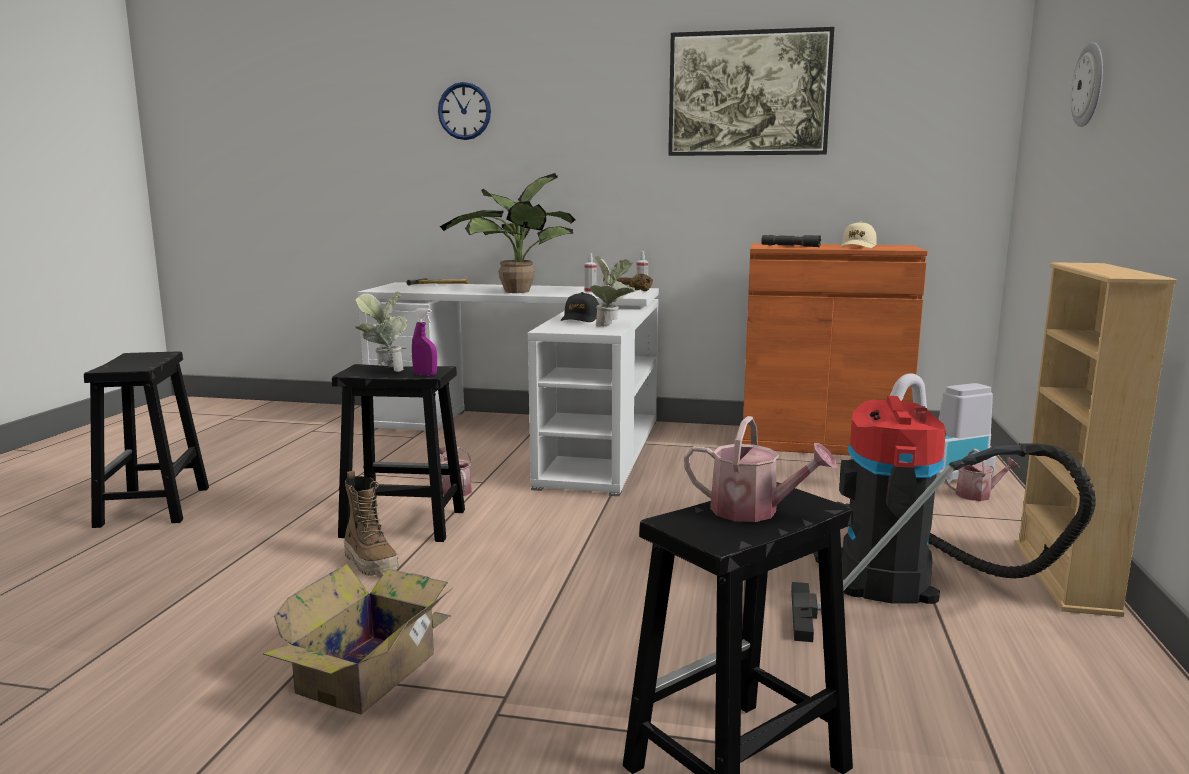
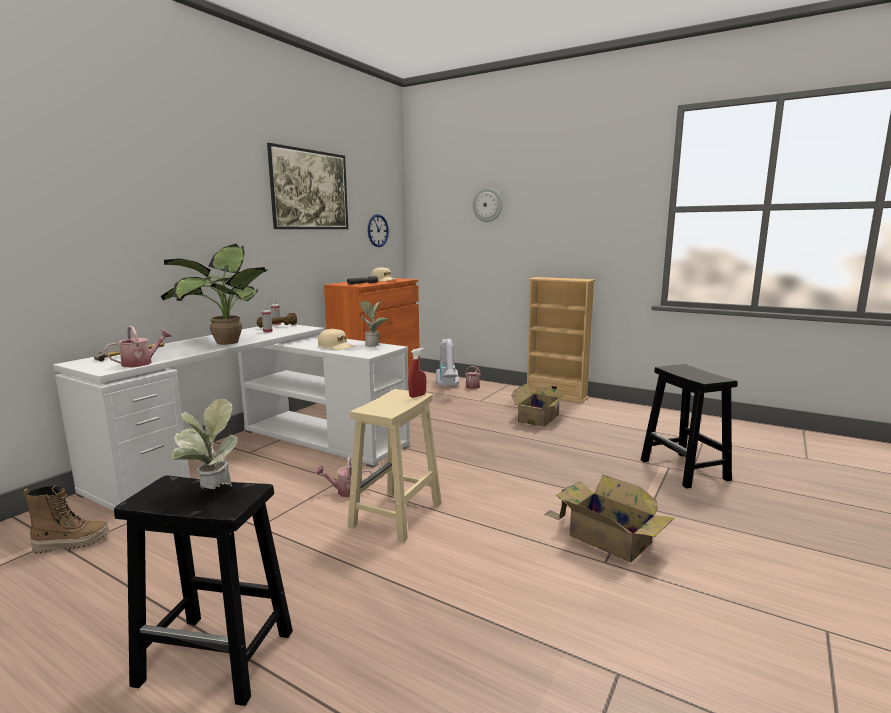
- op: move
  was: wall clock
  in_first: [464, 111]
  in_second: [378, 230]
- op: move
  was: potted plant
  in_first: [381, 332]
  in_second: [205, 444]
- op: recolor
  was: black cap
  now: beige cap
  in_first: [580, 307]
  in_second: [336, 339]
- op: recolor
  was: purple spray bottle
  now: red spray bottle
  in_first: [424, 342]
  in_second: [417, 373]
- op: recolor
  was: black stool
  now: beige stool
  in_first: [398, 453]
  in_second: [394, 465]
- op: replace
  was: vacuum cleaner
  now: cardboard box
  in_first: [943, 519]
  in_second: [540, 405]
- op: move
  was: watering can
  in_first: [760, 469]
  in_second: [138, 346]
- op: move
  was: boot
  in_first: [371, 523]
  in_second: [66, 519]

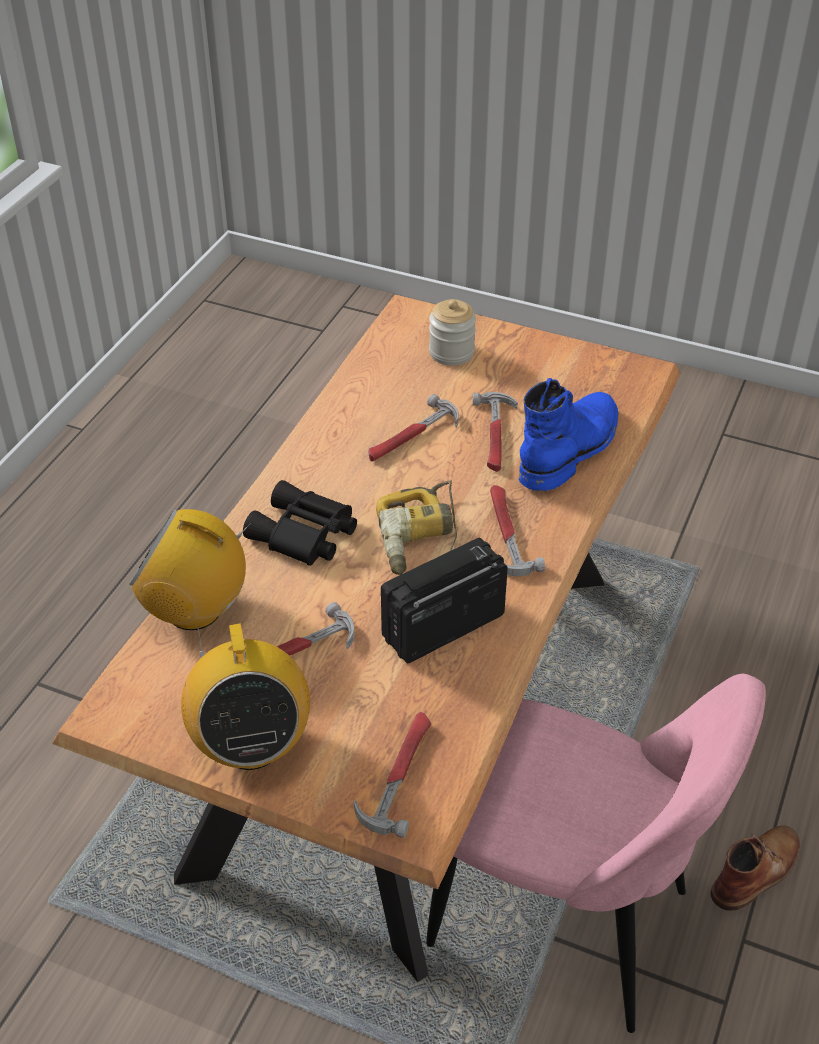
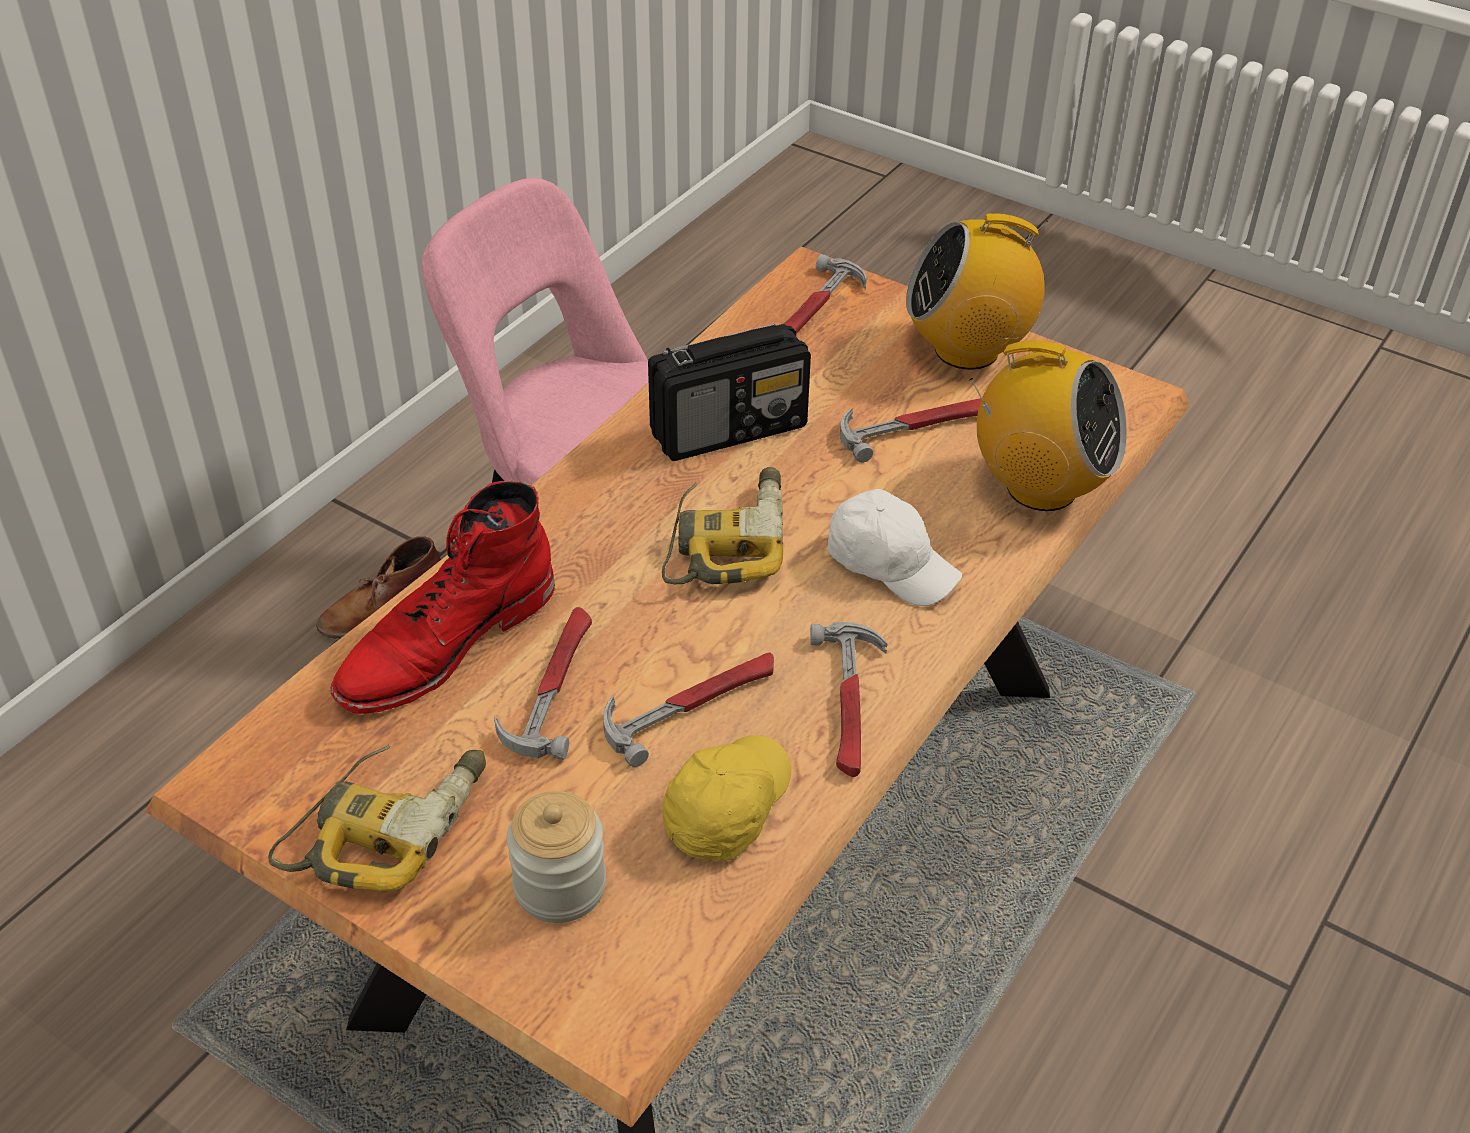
- op: recolor
  was: blue boot
  now: red boot
  in_first: [568, 434]
  in_second: [442, 597]
- op: replace
  was: black binoculars
  now: white cap
  in_first: [300, 523]
  in_second: [895, 547]
- op: move
  was: hammer
  in_first: [517, 530]
  in_second: [848, 699]
- op: rotate
  was: radio
  in_first: [245, 697]
  in_second: [977, 291]
  clockwise: -90
- op: insert
  now: yellow cap
  in_second: [726, 798]
- op: insert
  now: power drill
  in_second: [377, 818]

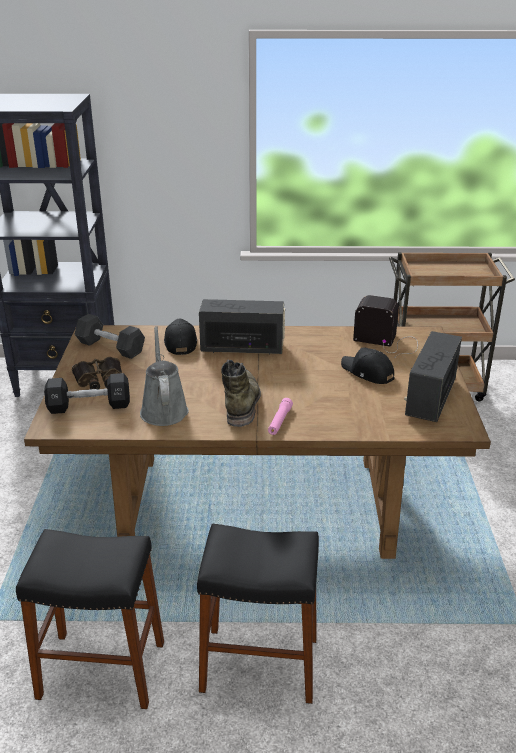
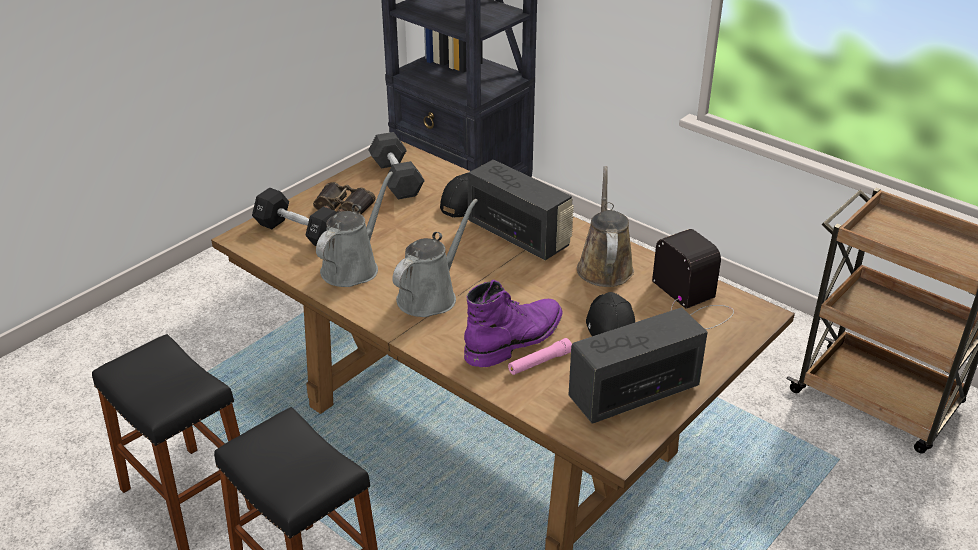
- op: replace
  was: green boot
  now: grey watering can
  in_first: [241, 393]
  in_second: [435, 258]
- op: move
  was: pink flashlight
  in_first: [280, 416]
  in_second: [540, 356]
- op: insert
  now: brown watering can
  in_second: [605, 226]
- op: insert
  now: purple boot
  in_second: [513, 323]

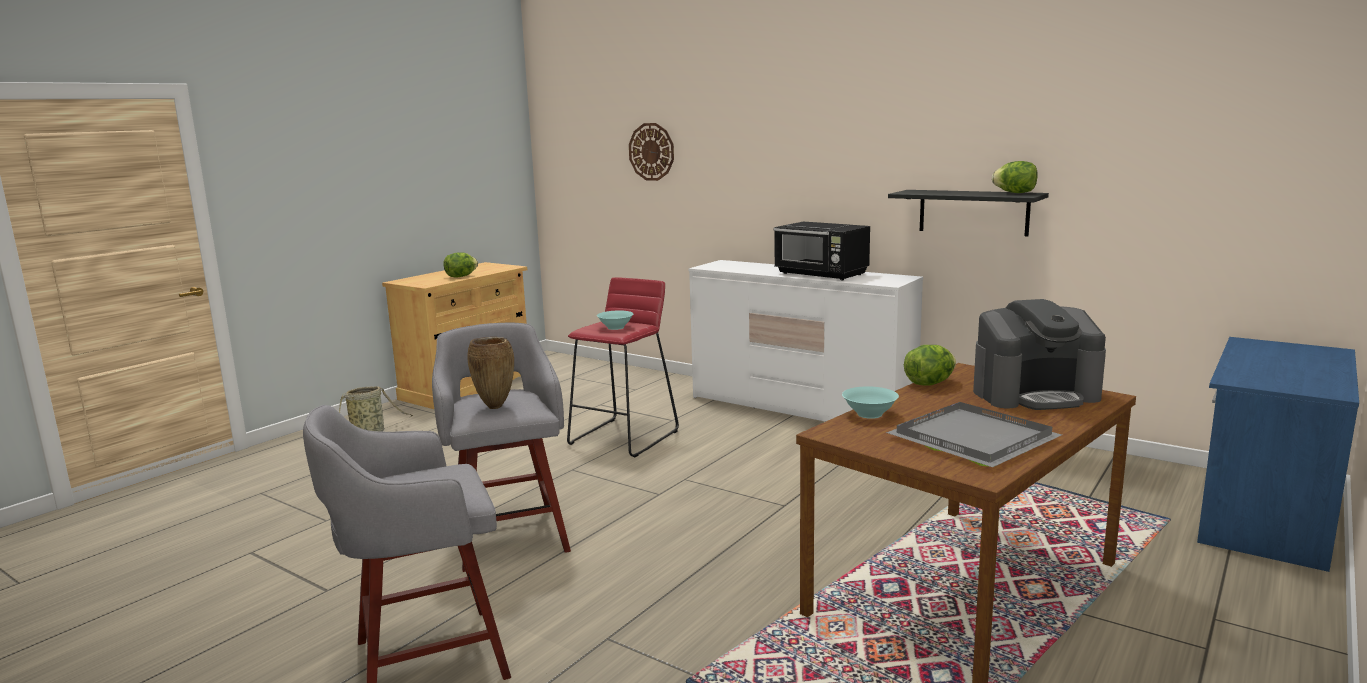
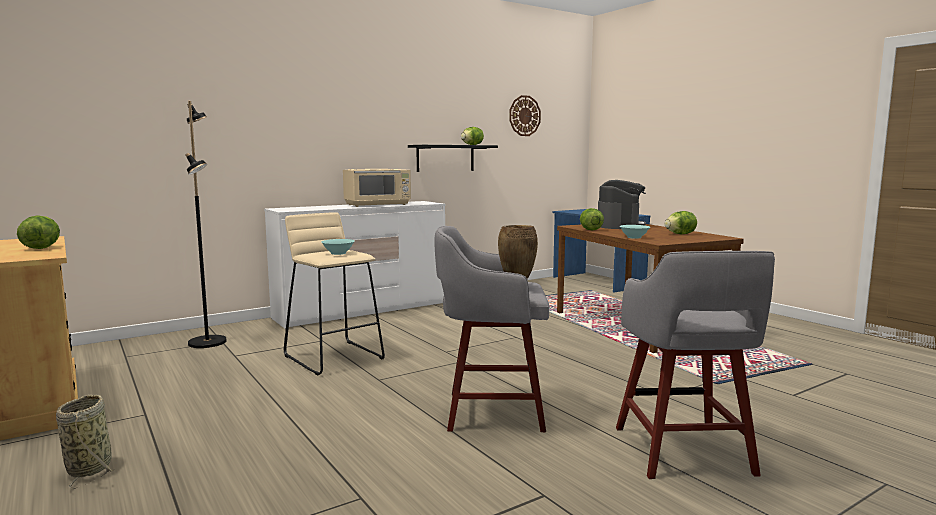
- op: move
  was: wall clock
  in_first: [651, 152]
  in_second: [525, 115]
- op: recolor
  was: black microwave
  now: beige microwave
  in_first: [821, 251]
  in_second: [377, 188]
- op: recolor
  was: red stool
  now: beige stool
  in_first: [623, 367]
  in_second: [334, 293]
- op: replace
  was: grey tray
  now: lettuce
  in_first: [974, 434]
  in_second: [681, 222]
- op: insert
  now: black floor lamp
  in_second: [206, 224]

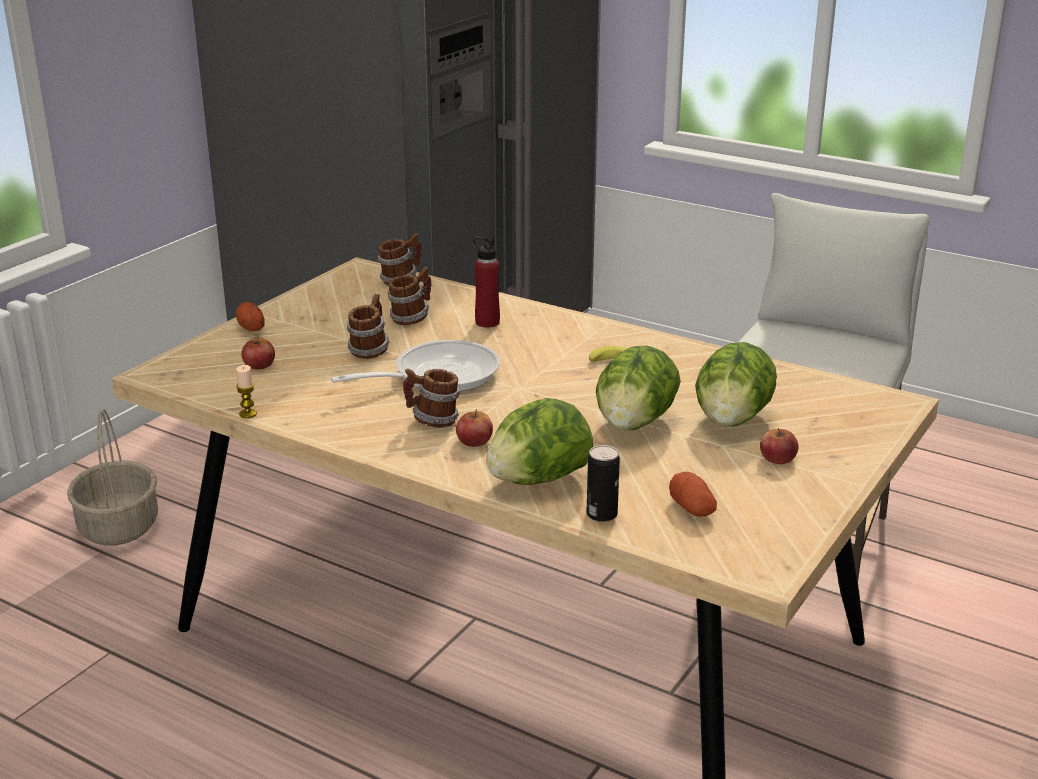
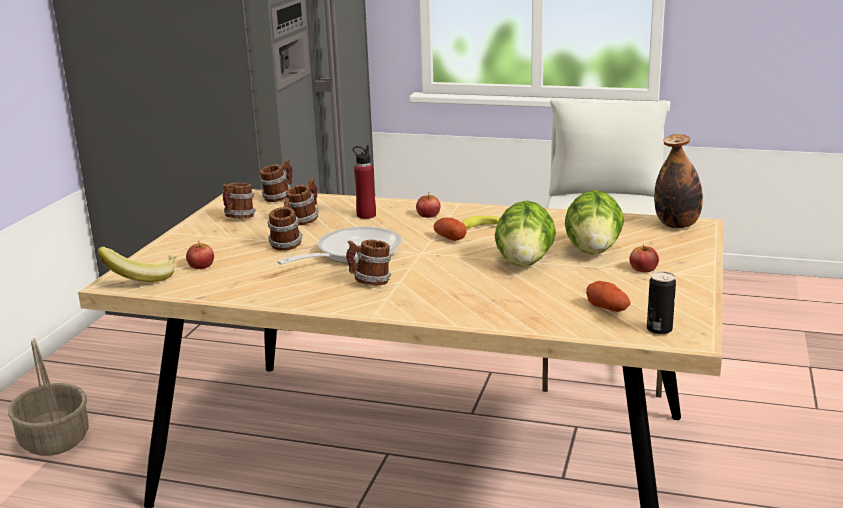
- op: move
  was: potato
  in_first: [250, 316]
  in_second: [450, 229]
- op: delete
  was: candle
  in_first: [246, 391]
- op: delete
  was: lettuce
  in_first: [540, 441]
- op: move
  was: apple
  in_first: [474, 428]
  in_second: [428, 206]
- op: move
  was: can
  in_first: [603, 483]
  in_second: [661, 303]
- op: insert
  now: bottle
  in_second: [678, 181]
- op: insert
  now: mug
  in_second: [239, 200]
- op: insert
  now: banana
  in_second: [137, 264]

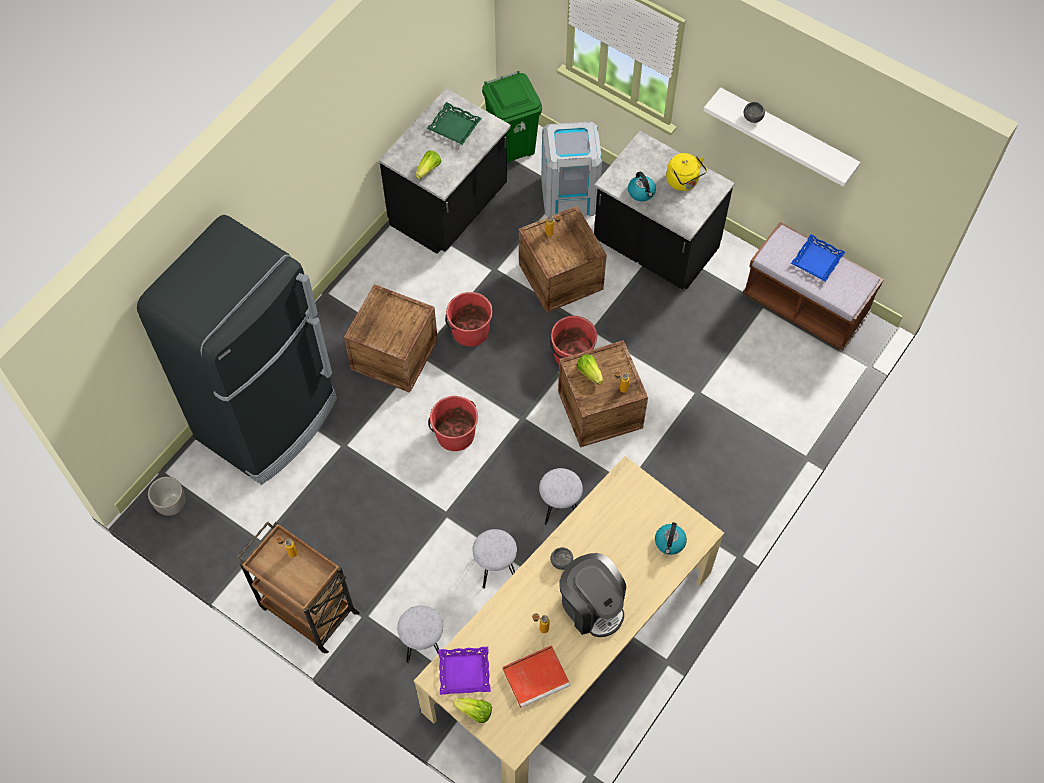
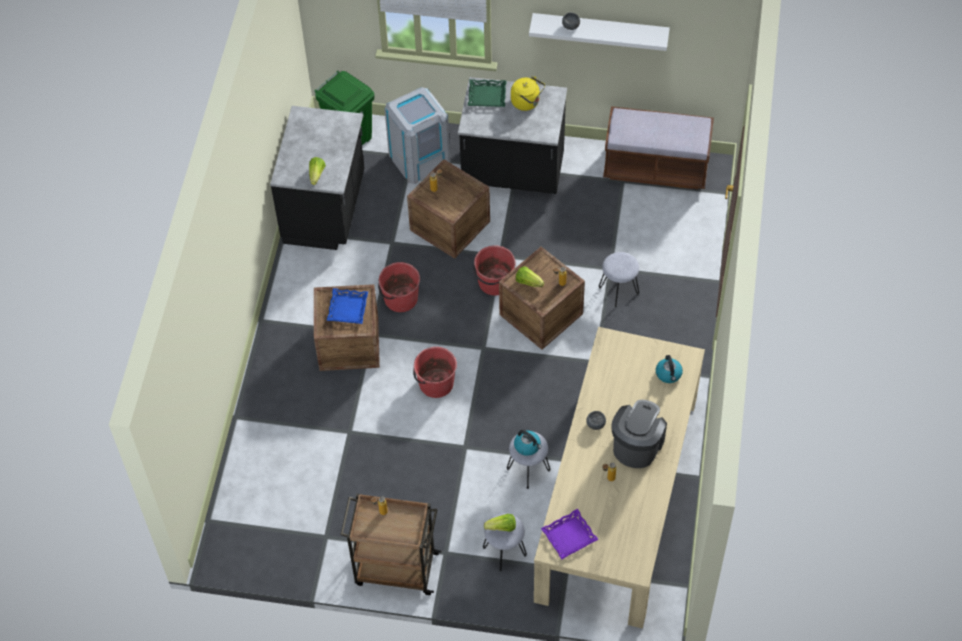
- op: move
  was: green tray
  in_first: [454, 123]
  in_second: [487, 93]
- op: move
  was: kettle
  in_first: [642, 186]
  in_second: [528, 443]
- op: delete
  was: black fridge
  in_first: [237, 350]
- op: move
  was: blue tray
  in_first: [818, 258]
  in_second: [347, 306]
- op: move
  was: grey stool
  in_first: [561, 497]
  in_second: [619, 280]
- op: delete
  was: planter
  in_first: [166, 496]
- op: rotate
  was: coffee machine
  in_first: [592, 595]
  in_second: [639, 434]
  clockwise: -90
- op: delete
  was: red tray
  in_first: [537, 676]
- op: move
  was: lettuce
  in_first: [472, 710]
  in_second: [500, 523]

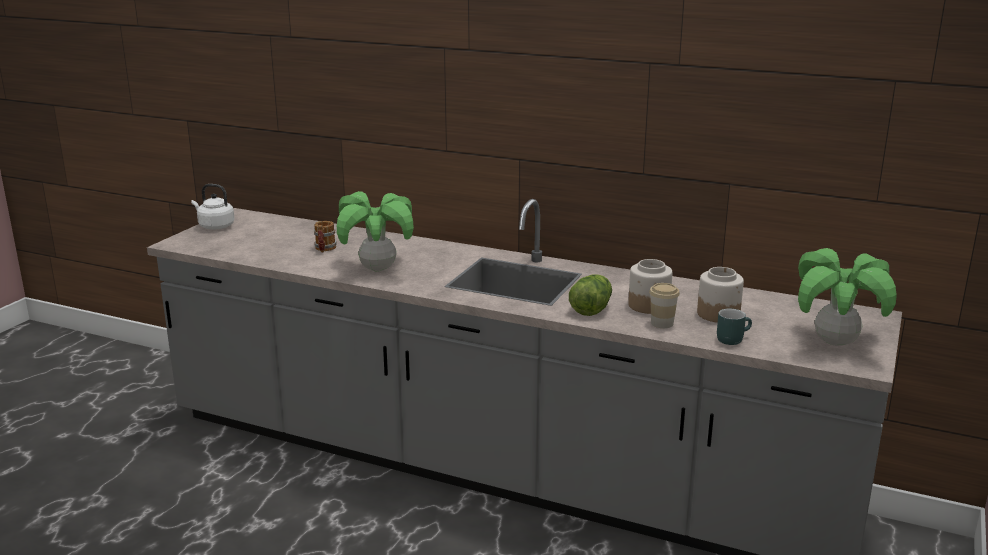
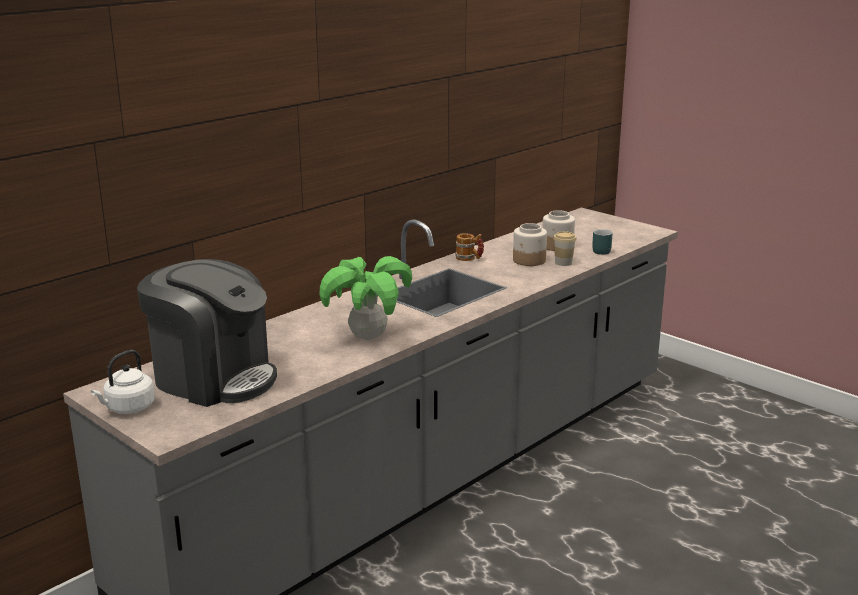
- op: move
  was: mug
  in_first: [325, 236]
  in_second: [469, 247]
- op: delete
  was: potted plant
  in_first: [847, 297]
- op: delete
  was: lettuce
  in_first: [590, 295]
- op: insert
  now: coffee machine
  in_second: [207, 333]

